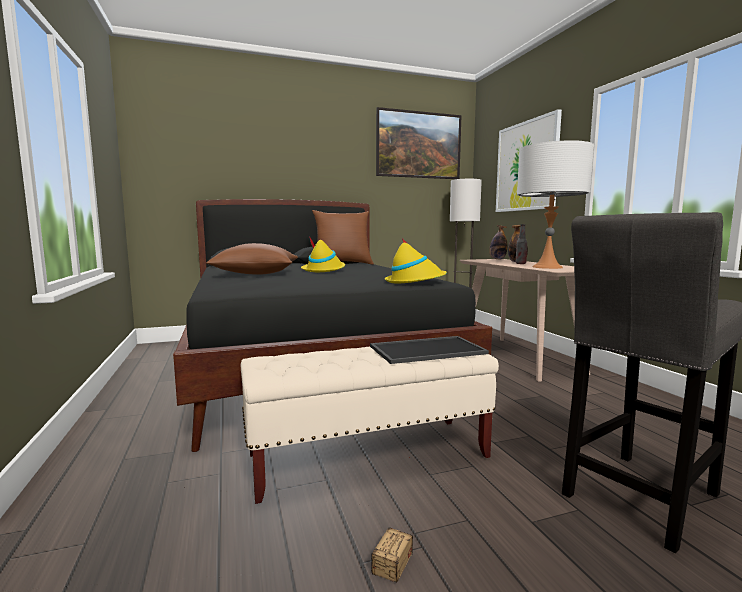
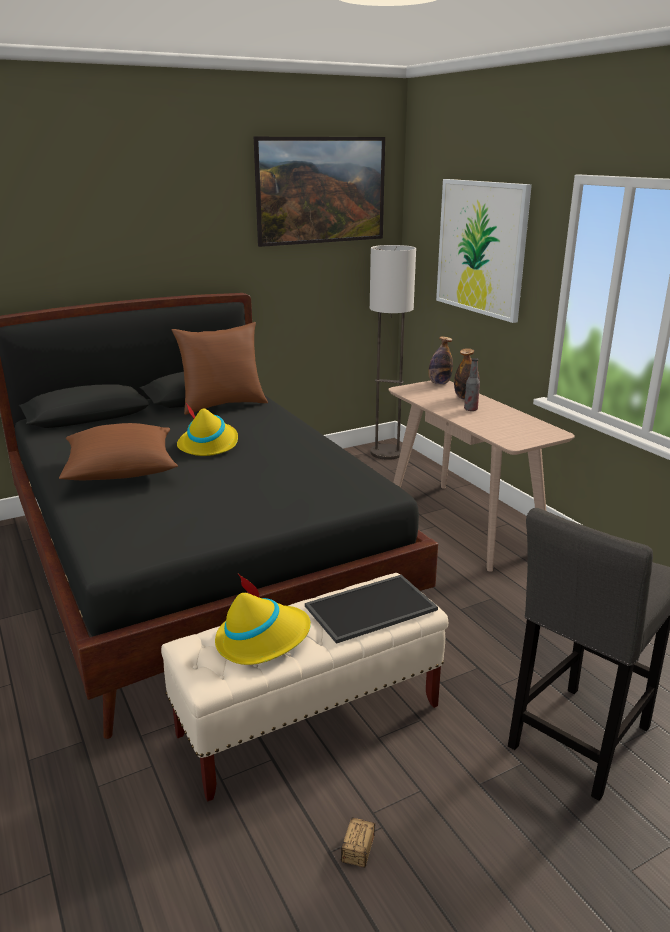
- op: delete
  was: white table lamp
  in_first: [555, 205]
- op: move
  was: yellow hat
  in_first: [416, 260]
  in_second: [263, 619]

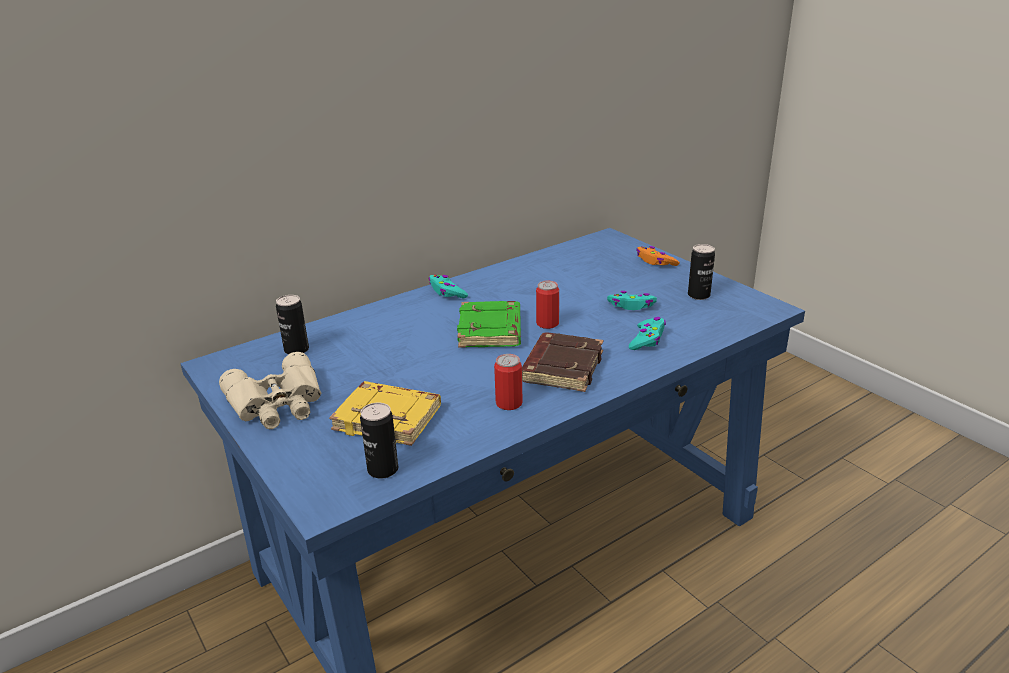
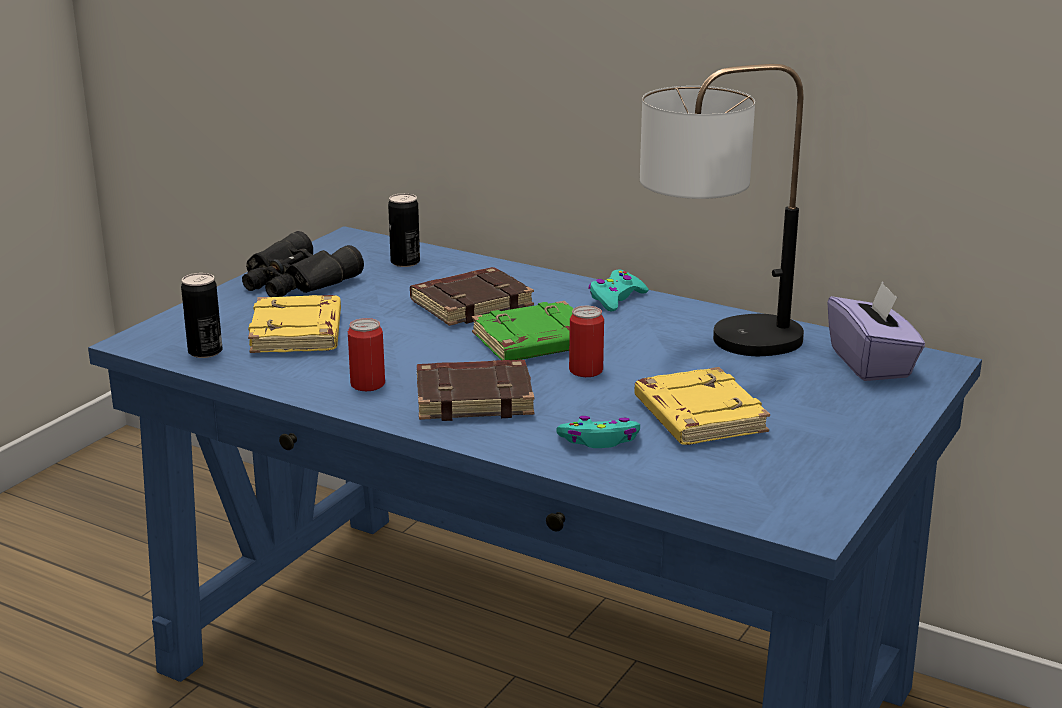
- op: delete
  was: can
  in_first: [701, 272]
- op: delete
  was: orange game controller
  in_first: [658, 256]
- op: replace
  was: turquoise game controller
  now: yellow book
  in_first: [632, 300]
  in_second: [702, 406]
- op: recolor
  was: beige binoculars
  now: black binoculars
  in_first: [270, 390]
  in_second: [303, 264]
- op: insert
  now: table lamp
  in_second: [722, 210]
- op: insert
  now: brown book
  in_second: [472, 296]
- op: insert
  now: purple tissue box
  in_second: [876, 331]

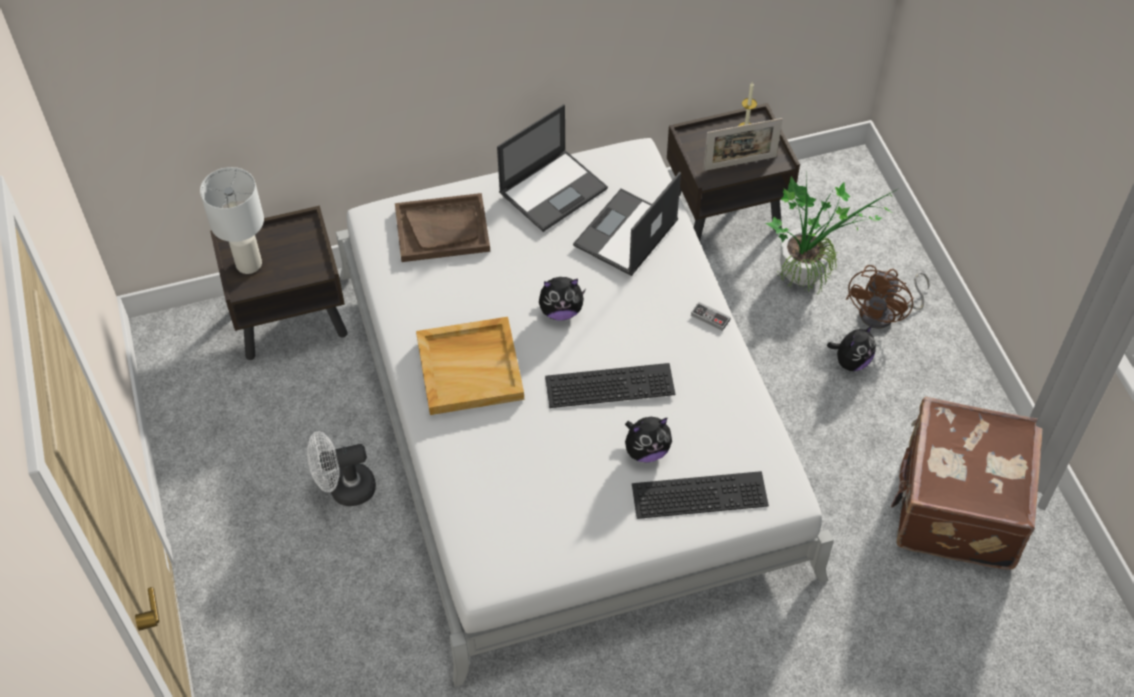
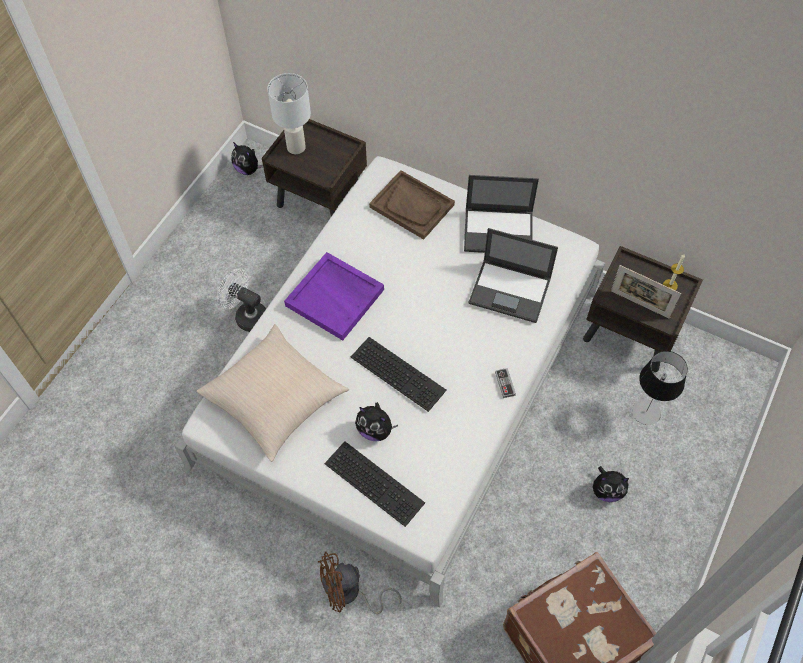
- op: rotate
  was: laptop
  in_first: [627, 224]
  in_second: [513, 275]
  clockwise: -150
- op: replace
  was: potted plant
  now: table lamp
  in_first: [832, 235]
  in_second: [660, 388]
- op: move
  was: brown fan
  in_first: [888, 297]
  in_second: [360, 583]
- op: move
  was: plush toy
  in_first: [562, 299]
  in_second: [247, 158]
- op: recolor
  was: beige tray
  now: purple tray
  in_first: [470, 366]
  in_second: [334, 296]
- op: insert
  now: beige pillow
  in_second: [273, 393]

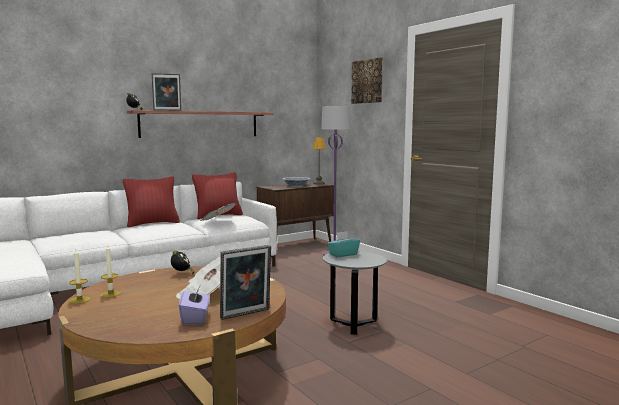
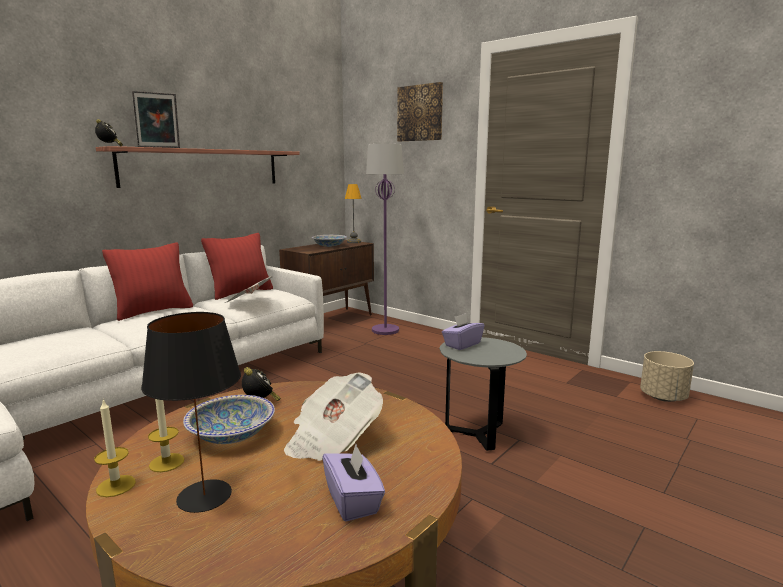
- op: recolor
  was: turquoise tissue box
  now: purple tissue box
  in_first: [343, 244]
  in_second: [463, 331]
- op: delete
  was: picture frame
  in_first: [245, 282]
- op: insert
  now: black table lamp
  in_second: [191, 412]
- op: insert
  now: beige planter
  in_second: [667, 376]
- op: insert
  now: bowl
  in_second: [229, 419]

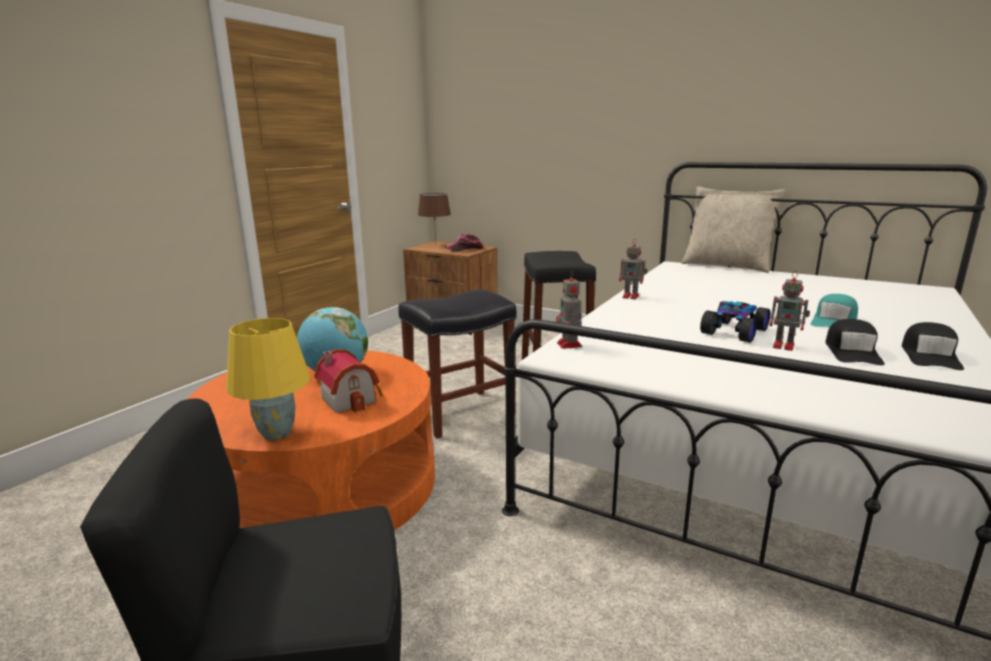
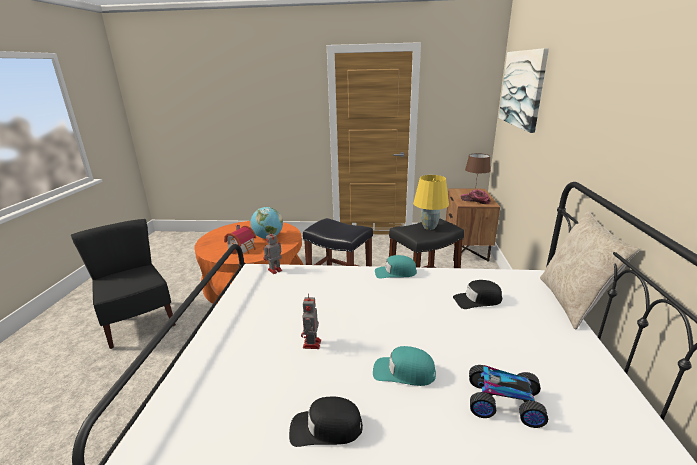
- op: replace
  was: toy robot
  now: turquoise cap
  in_first: [633, 271]
  in_second: [396, 267]
- op: move
  was: toy car
  in_first: [735, 322]
  in_second: [508, 396]
- op: move
  was: yellow table lamp
  in_first: [268, 379]
  in_second: [431, 202]
- op: move
  was: black cap
  in_first: [854, 342]
  in_second: [477, 294]
- op: insert
  now: picture
  in_second: [524, 90]

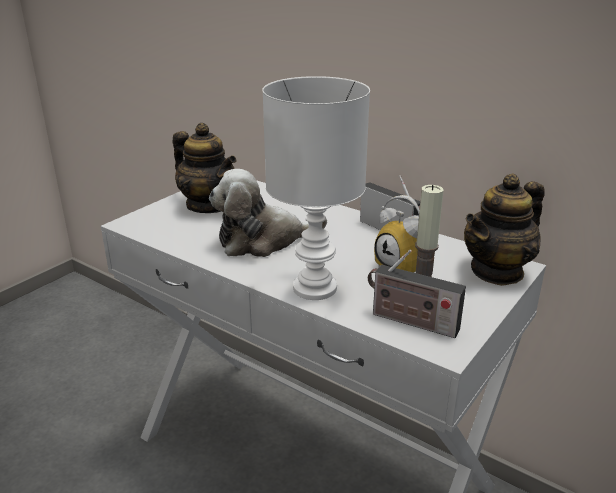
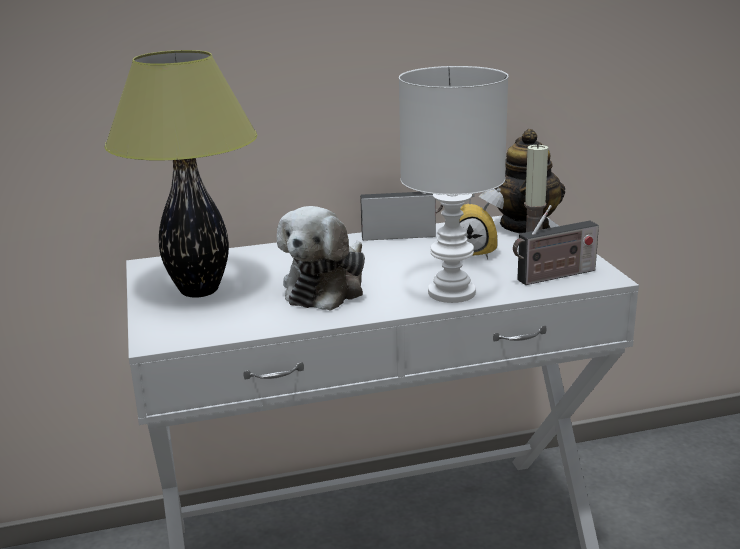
- op: replace
  was: teapot
  now: table lamp
  in_first: [204, 168]
  in_second: [181, 174]

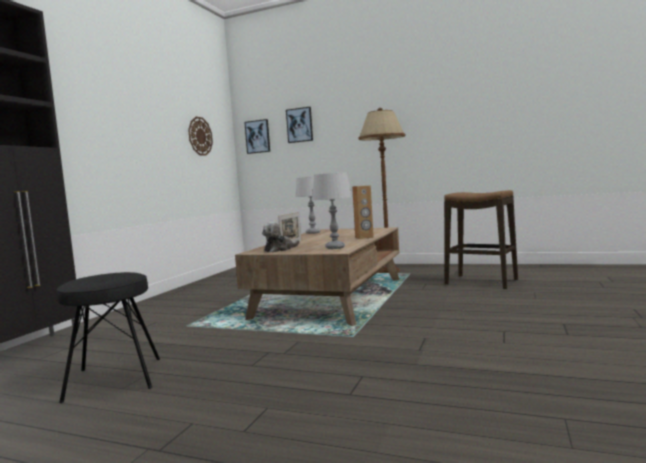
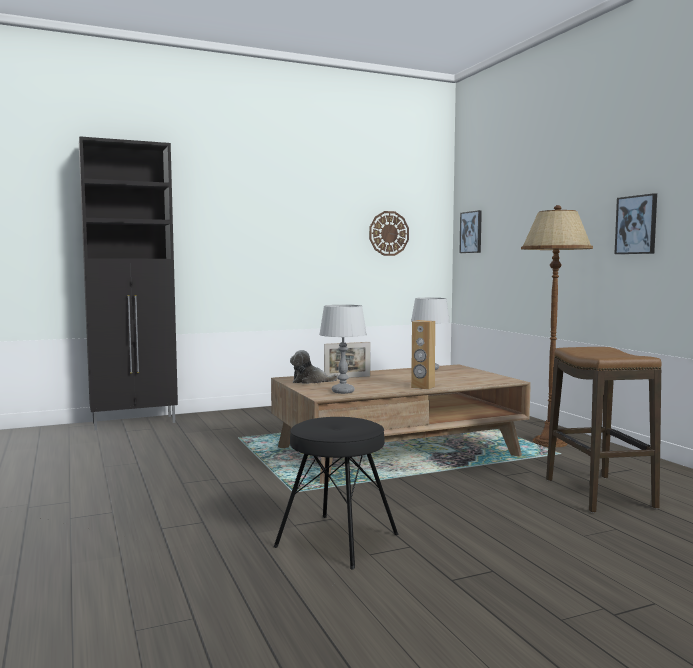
- op: move
  was: picture
  in_first: [299, 125]
  in_second: [636, 223]
- op: move
  was: black stool
  in_first: [108, 337]
  in_second: [336, 493]

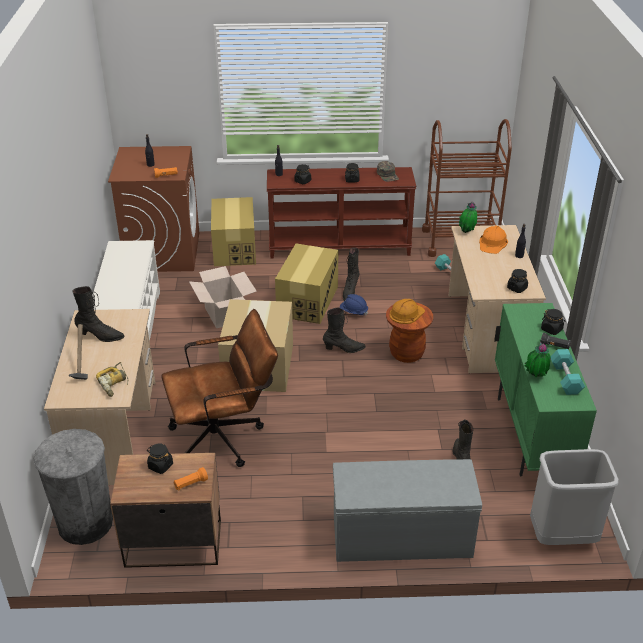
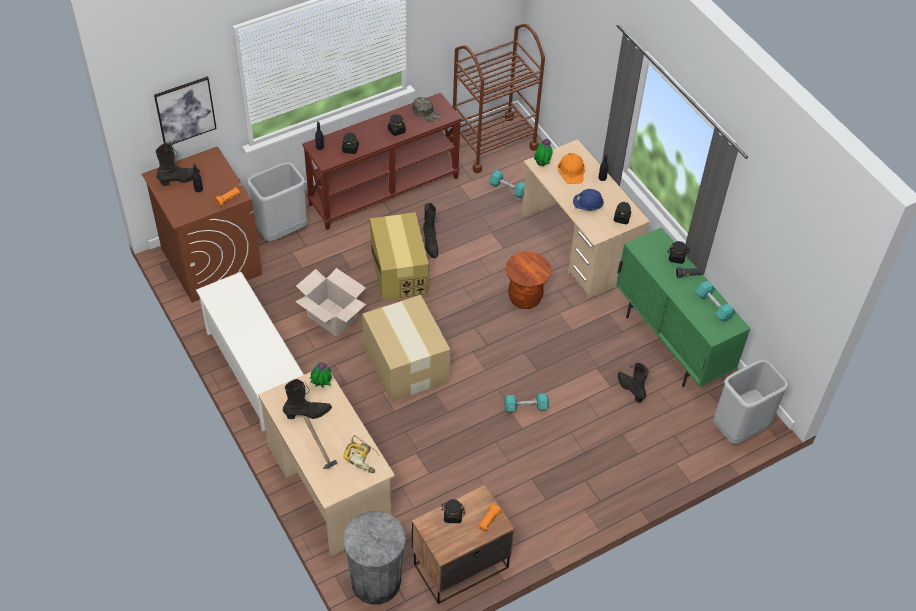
- op: replace
  was: cardboard box
  now: grey trash can
  in_first: [233, 231]
  in_second: [277, 201]
- op: move
  was: blue hard hat
  in_first: [354, 305]
  in_second: [588, 200]
- op: delete
  was: orange hard hat
  in_first: [407, 311]
- op: move
  was: black boot
  in_first: [344, 330]
  in_second: [178, 164]
- op: delete
  was: brown office chair
  in_first: [219, 388]
- op: move
  was: potted plant
  in_first: [537, 359]
  in_second: [321, 374]
- op: delete
  was: grey bench
  in_first: [407, 510]
- op: insert
  now: picture
  in_second: [185, 111]
- op: insert
  now: turquoise dumbbell
  in_second: [526, 402]

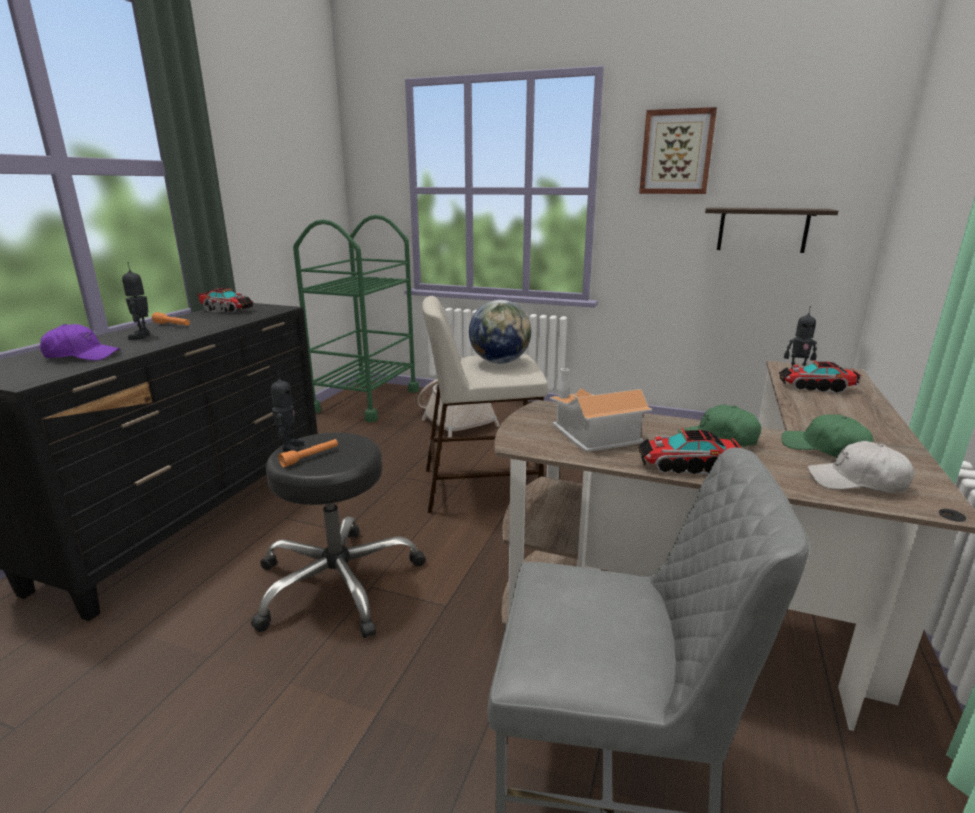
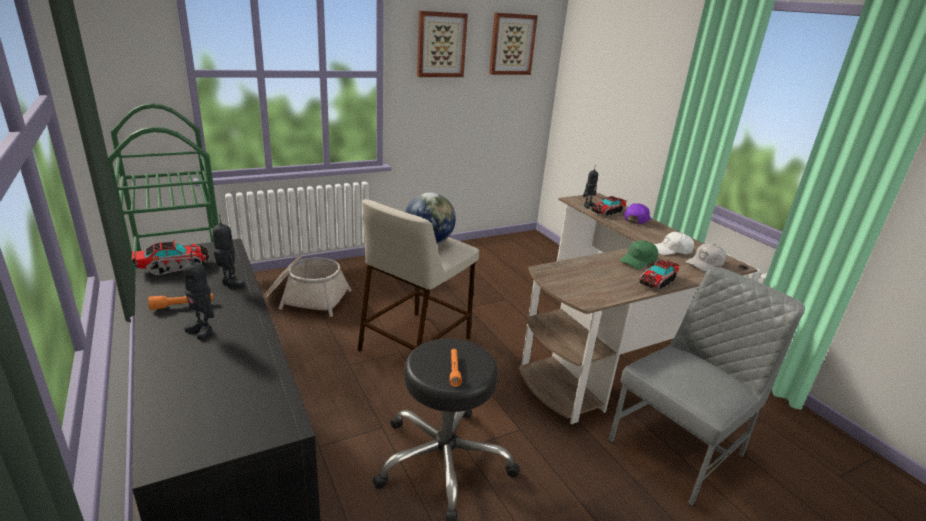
- op: delete
  was: shelf
  in_first: [771, 230]
- op: move
  was: purple cap
  in_first: [80, 342]
  in_second: [637, 213]
- op: delete
  was: toy house
  in_first: [601, 410]
- op: move
  was: toy robot
  in_first: [287, 411]
  in_second: [228, 252]
- op: recolor
  was: green cap
  now: white cap
  in_first: [827, 436]
  in_second: [674, 243]
- op: insert
  now: picture
  in_second: [513, 43]

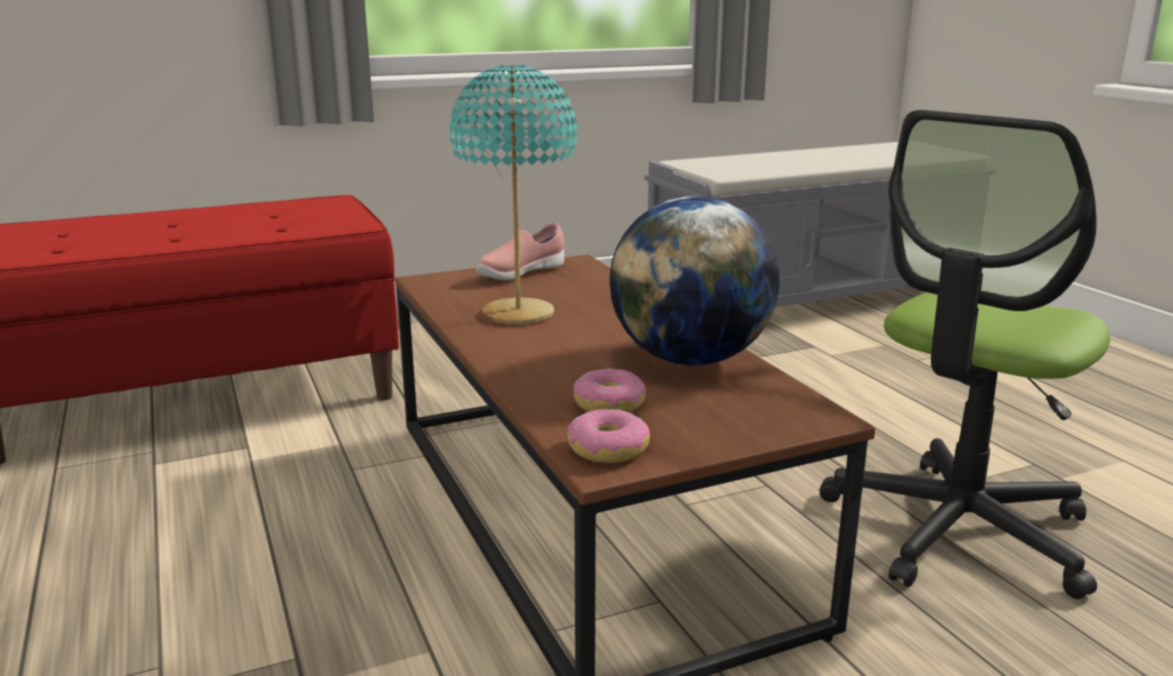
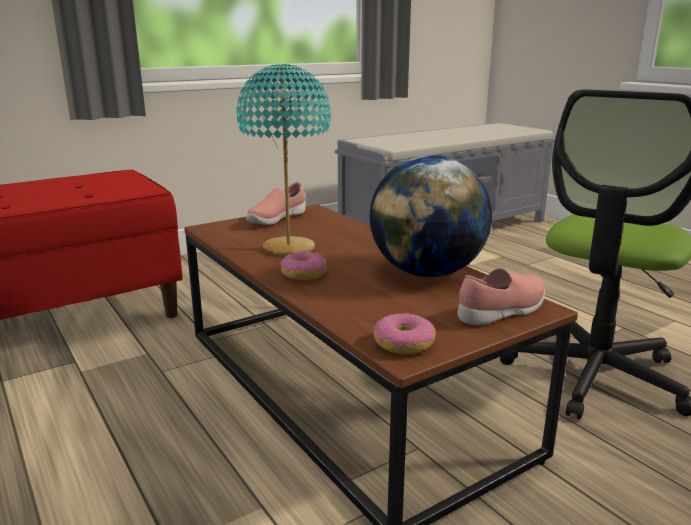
- op: move
  was: donut
  in_first: [609, 390]
  in_second: [303, 265]
- op: insert
  now: pink shoe
  in_second: [501, 296]

